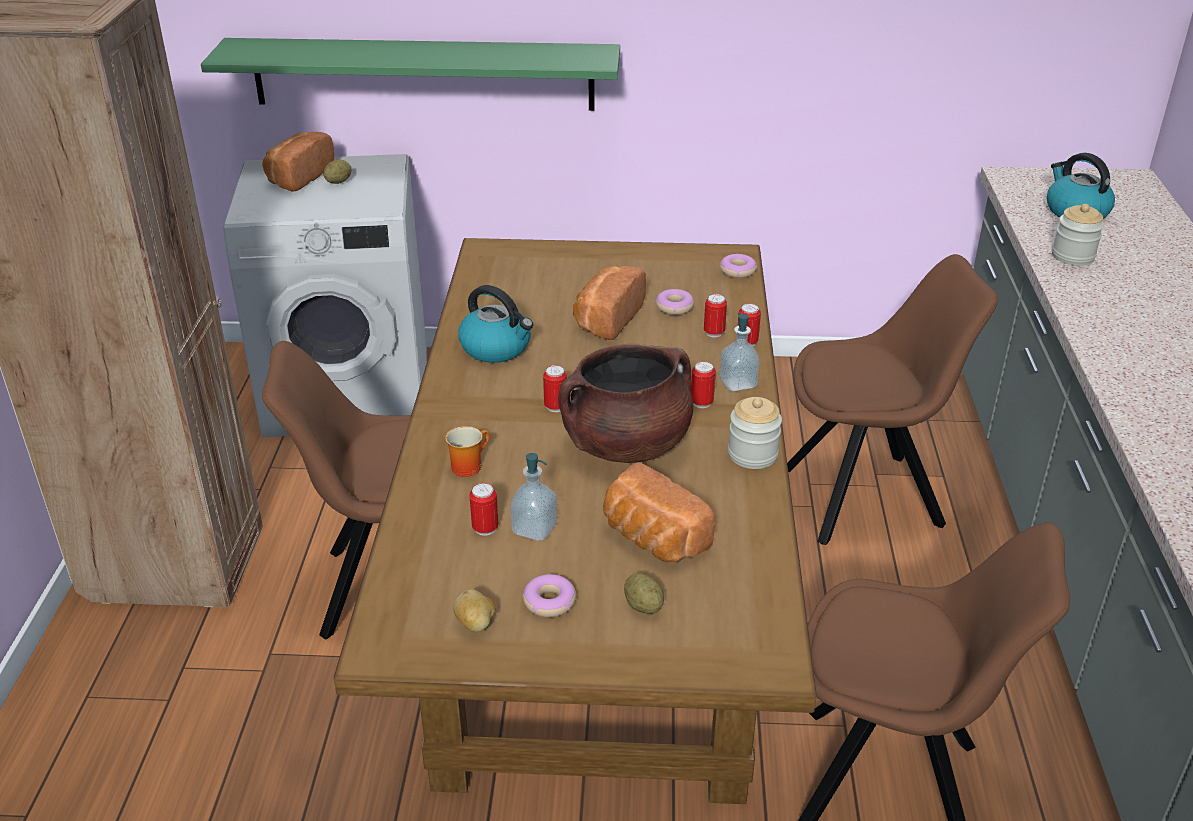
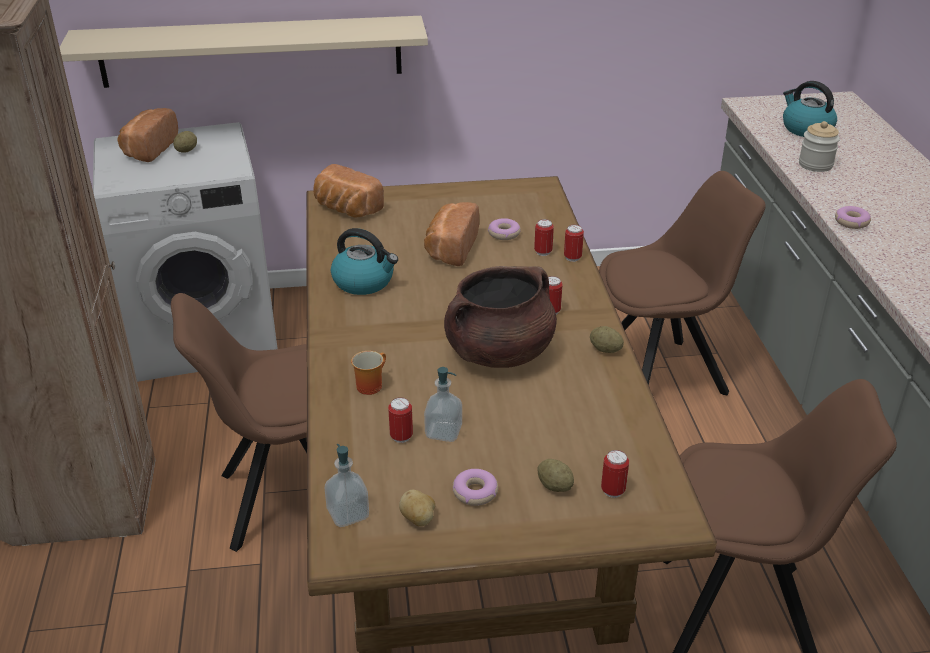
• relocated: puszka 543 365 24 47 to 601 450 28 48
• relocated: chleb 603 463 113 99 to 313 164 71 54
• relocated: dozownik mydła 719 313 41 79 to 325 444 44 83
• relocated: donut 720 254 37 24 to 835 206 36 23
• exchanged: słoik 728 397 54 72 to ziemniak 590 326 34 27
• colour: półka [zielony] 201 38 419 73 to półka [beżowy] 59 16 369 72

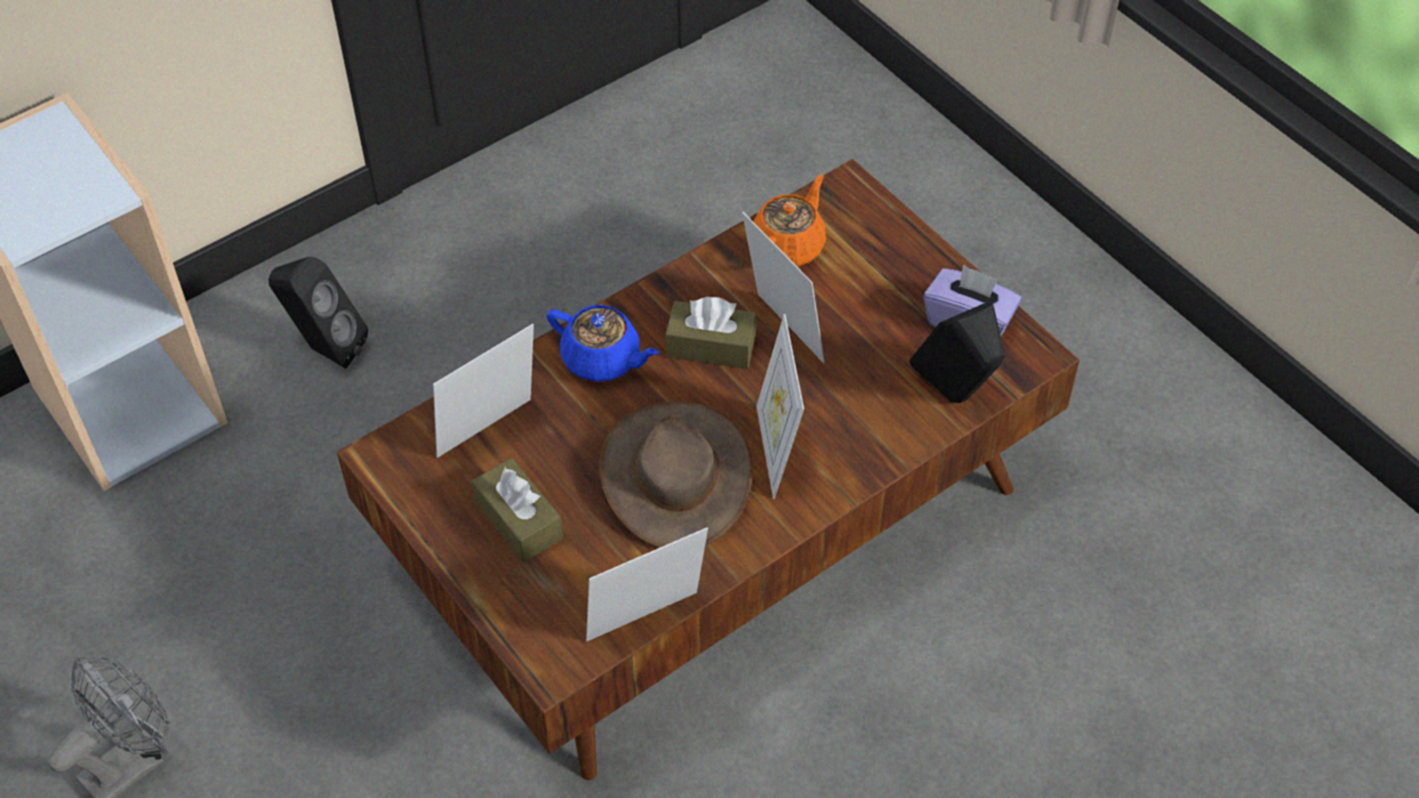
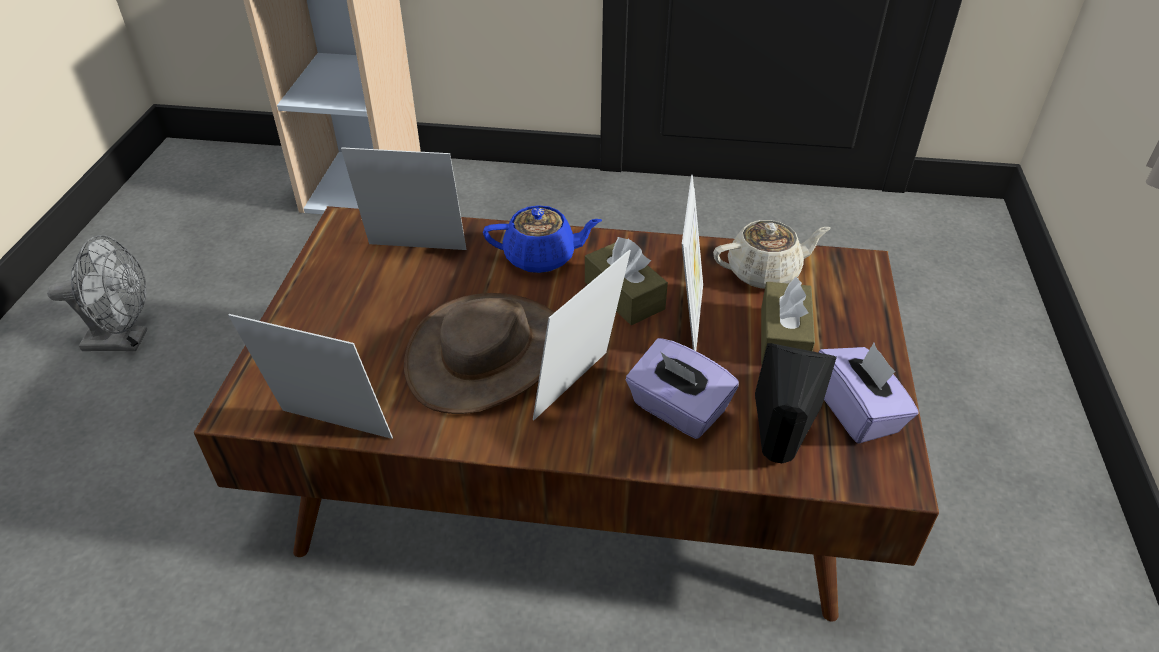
• missing: głośnik [czarny] 268 257 100 111
• appeared: pudełko chusteczek [fioletowy] 626 338 113 101
• relocated: pudełko chusteczek [brązowy] 472 458 91 104 to 761 277 54 87
• colour: imbryk [pomarańczowy] 753 174 73 92 to imbryk [beżowy] 713 220 118 69
• spun: imbryk [niebieski] 546 305 113 77 = 483 205 119 68 75 degrees counterclockwise

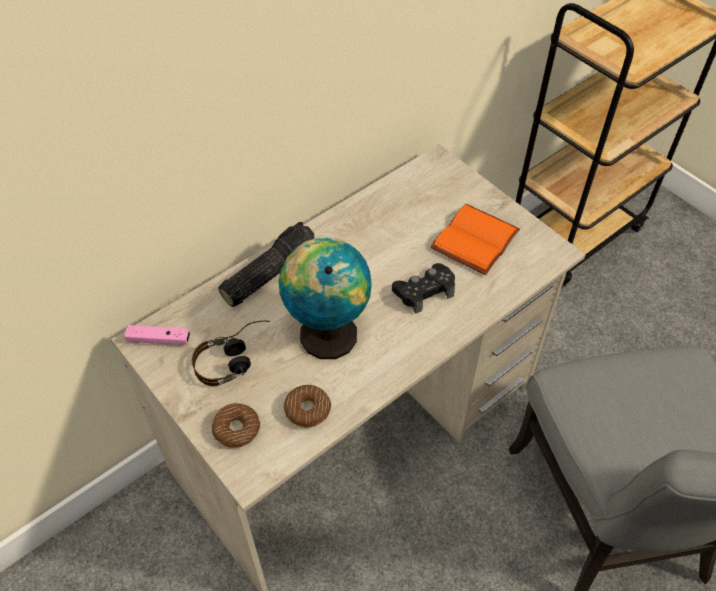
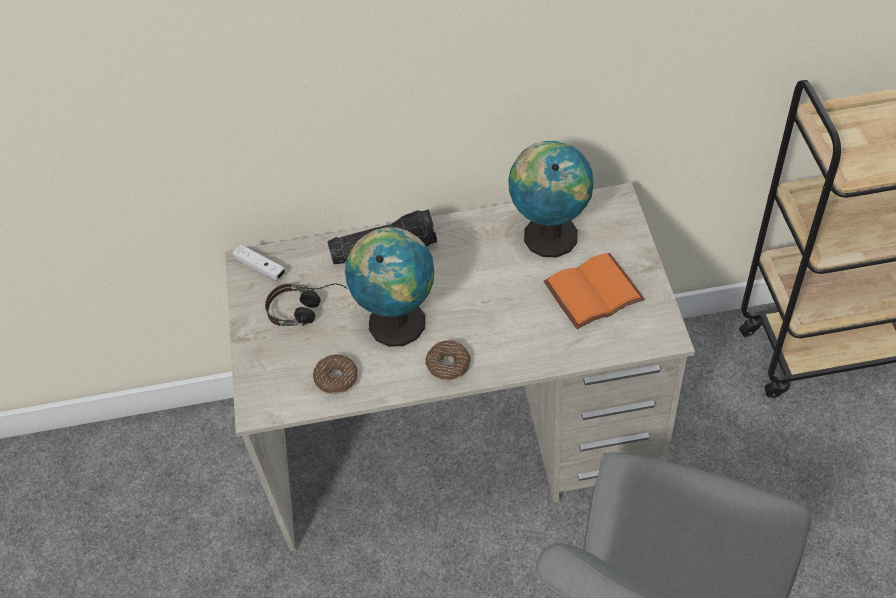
• missing: pad do gier [czarny] 392 263 63 51
• appeared: globus 508 141 86 116
• relocated: donut 212 403 48 45 to 425 340 45 40
• colour: pad do gier [różowy] 124 325 66 20 to pad do gier [biały] 232 244 53 37

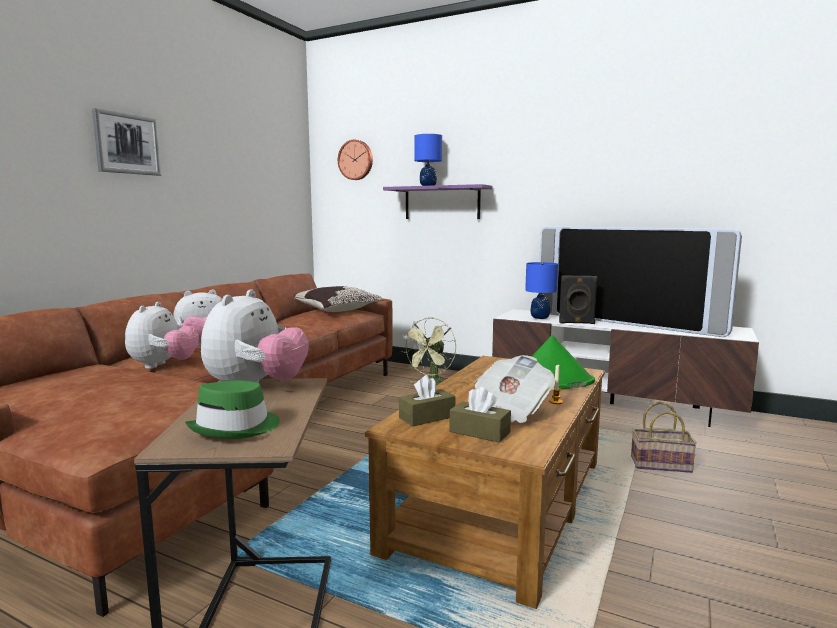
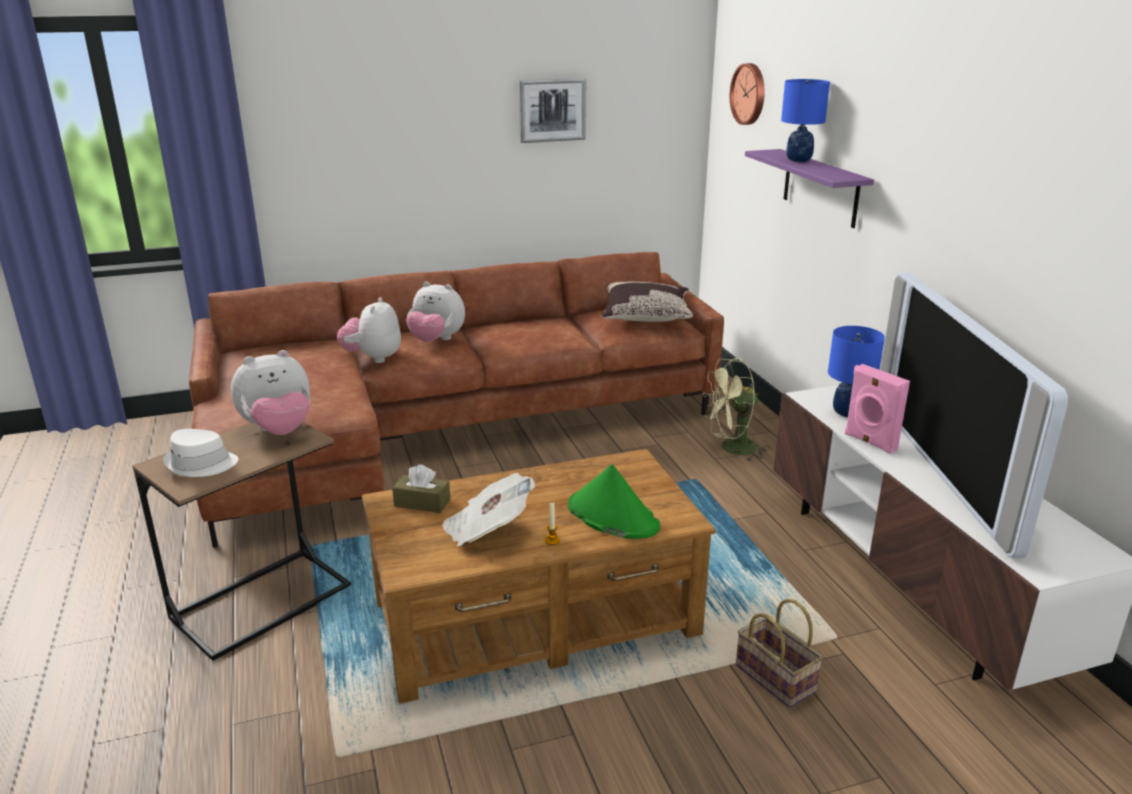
• missing: pudełko chusteczek [brązowy] 450 387 61 56
• relocated: obraz 92 108 69 68 to 519 78 67 65
• colour: kapelusz [zielony] 185 380 95 59 to kapelusz [biały] 163 429 75 48
• colour: głośnik [czarny] 559 275 39 49 to głośnik [różowy] 845 364 65 90
• spun: pluszak 125 302 74 67 = 337 297 64 66 135 degrees clockwise

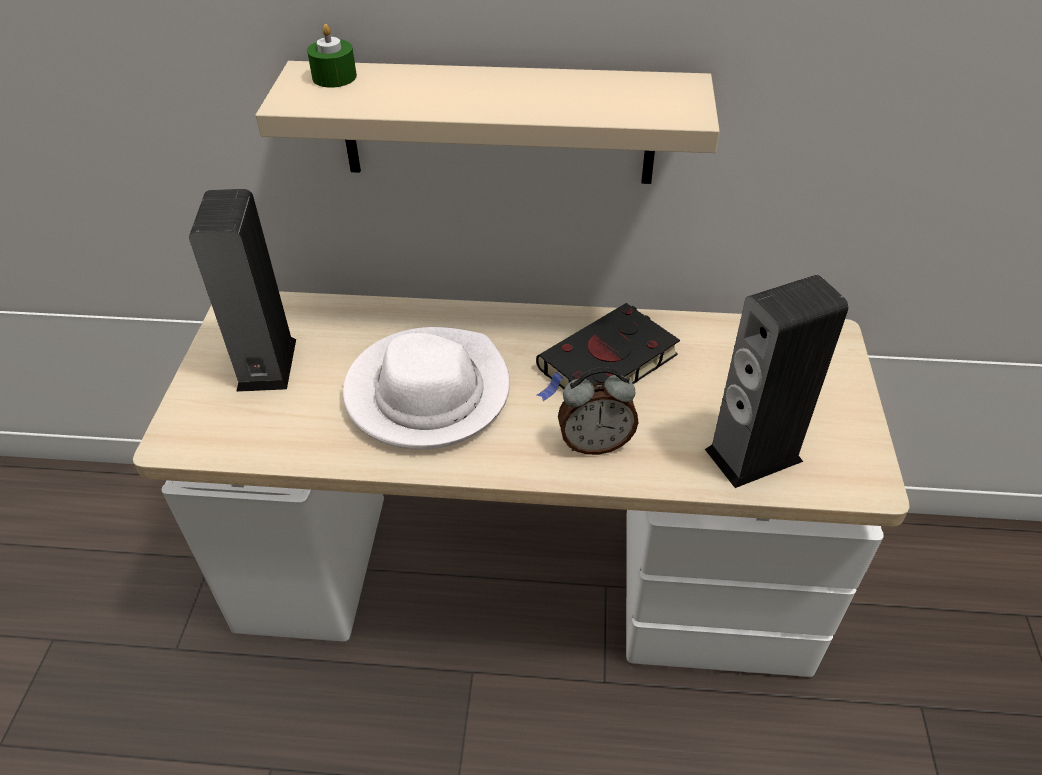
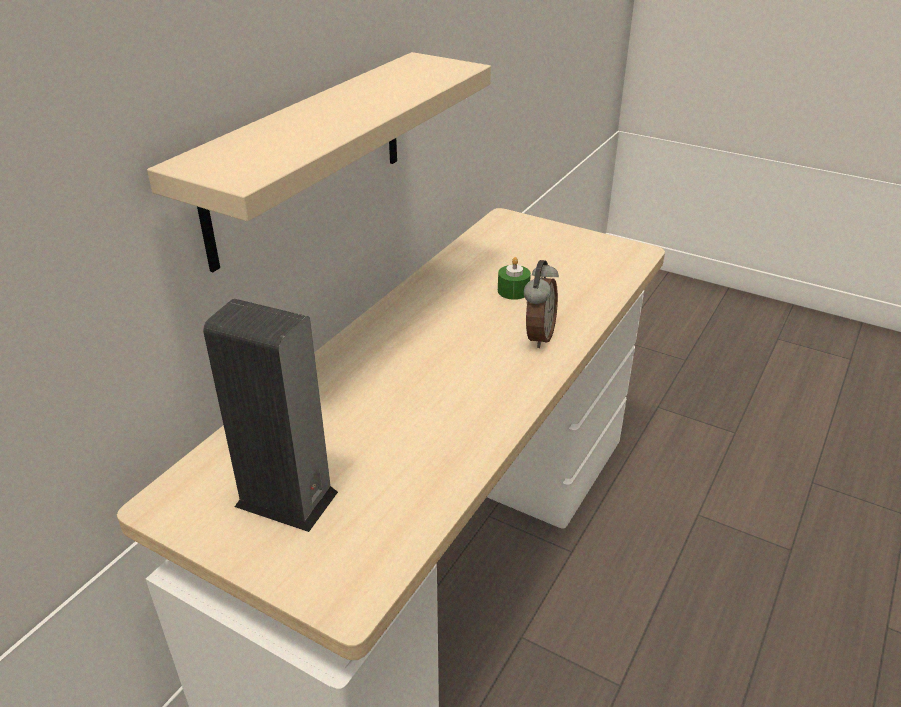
• missing: kapelusz [biały] 343 327 167 123
• missing: książka [czarny] 536 303 144 98
• missing: głośnik 705 275 143 213
• relocated: świeca [zielony] 307 24 50 64 to 498 257 33 43

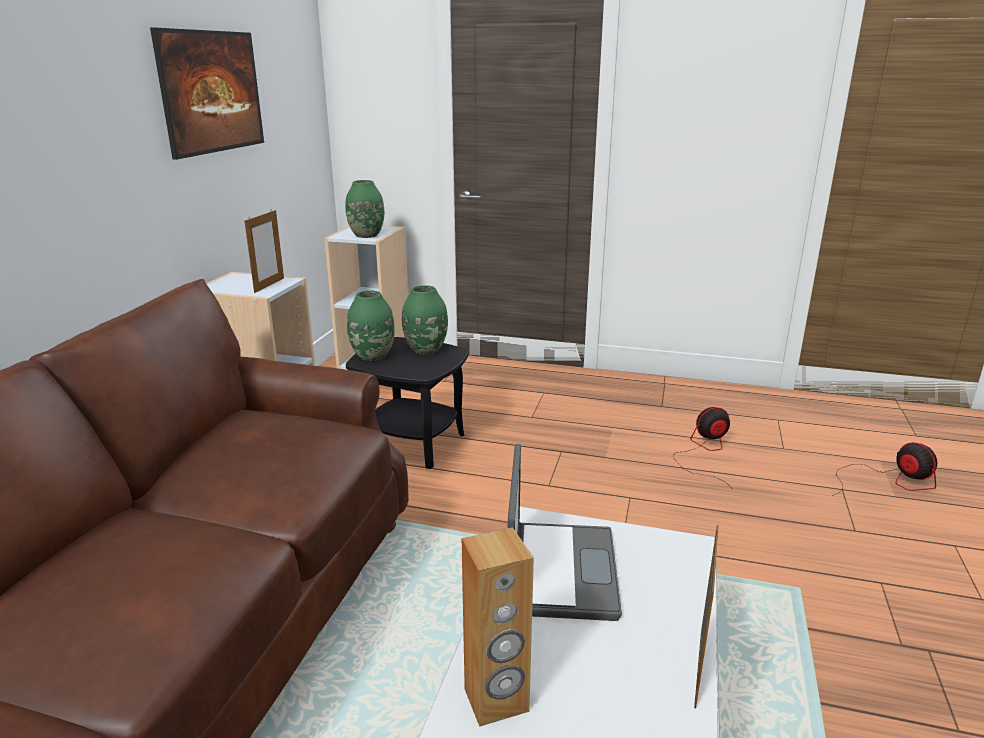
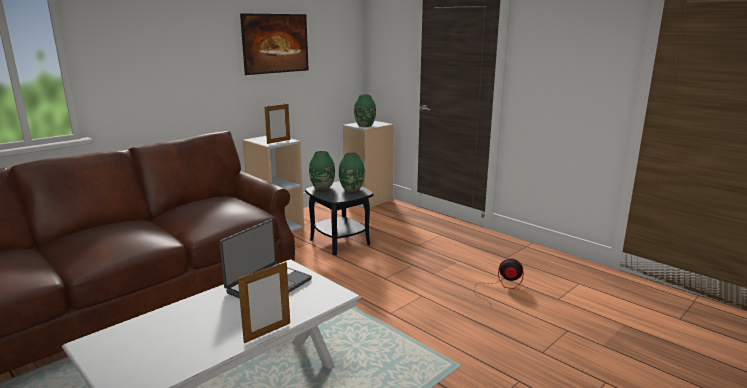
• missing: głośnik [brązowy] 462 527 72 200
• missing: wentylator 832 442 105 54

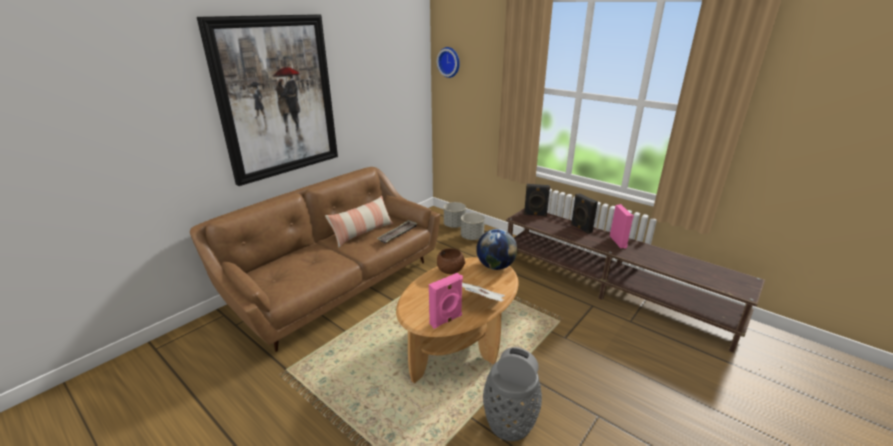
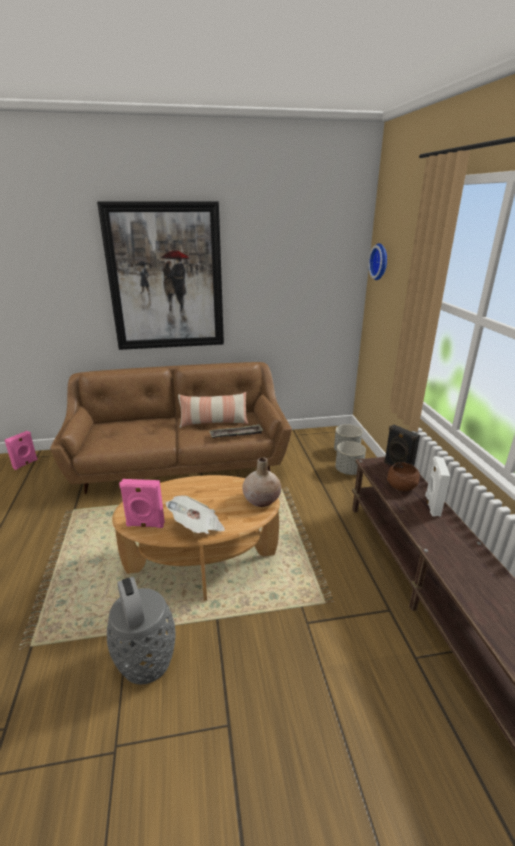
• relocated: miska [brązowy] 437 248 28 26 to 387 462 33 29
• relocated: głośnik [różowy] 610 204 24 44 to 5 431 33 39
• exchanged: globus 476 229 41 41 to wazon [beżowy] 242 458 39 49
• colour: głośnik [czarny] 571 193 27 41 to głośnik [biały] 425 456 25 61

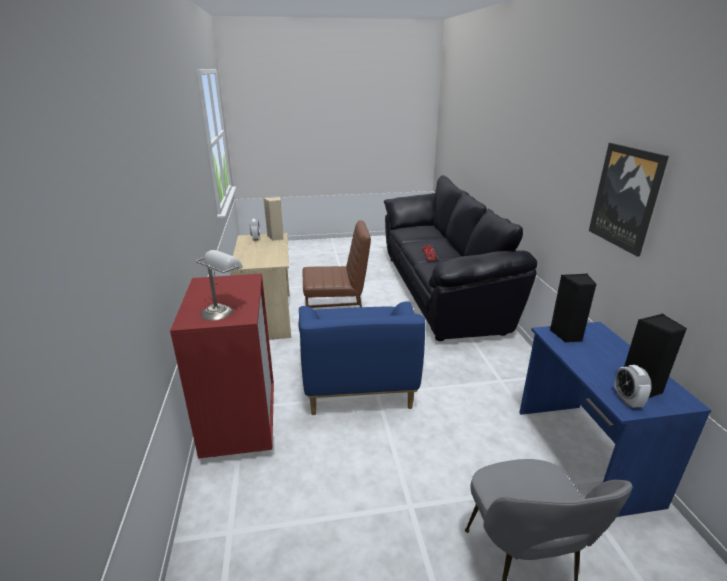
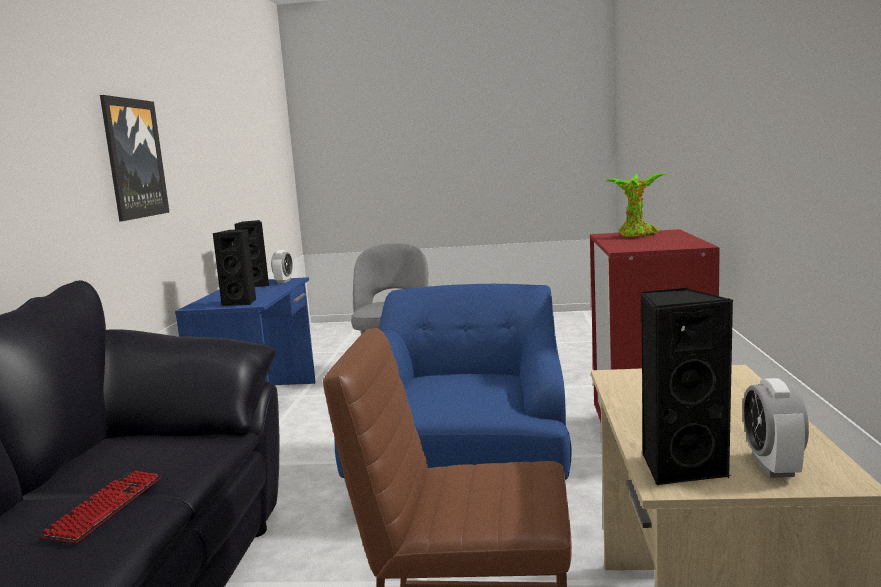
• exchanged: lampa stołowa [biały] 196 250 47 70 to roślina doniczkowa 604 173 62 64
• colour: głośnik [beżowy] 263 196 21 45 to głośnik [czarny] 641 288 92 197

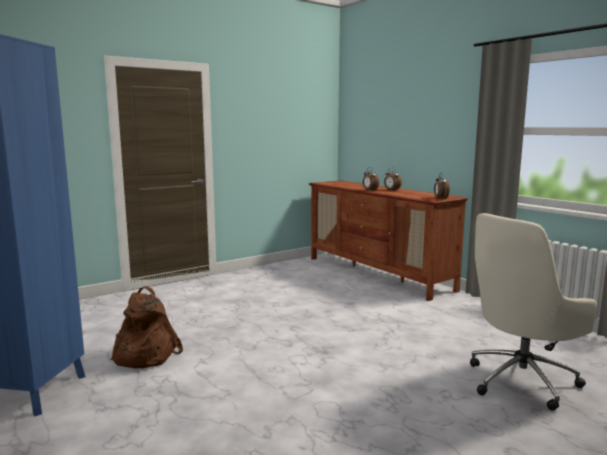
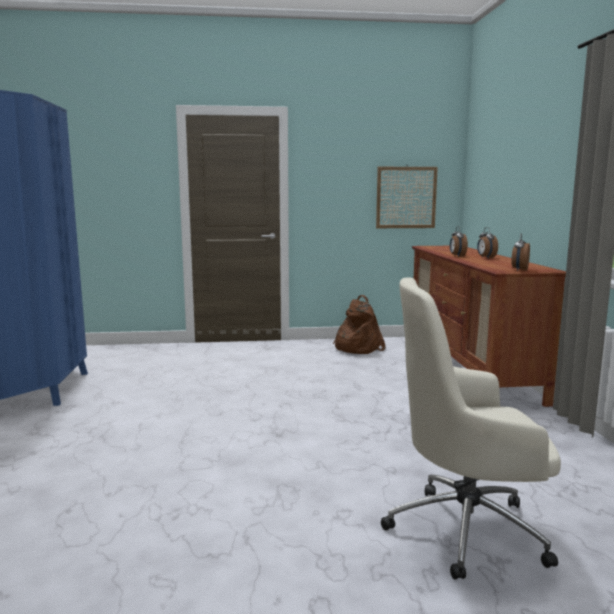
• appeared: obraz 376 165 62 63
• relocated: plecak [brązowy] 111 286 72 82 to 333 295 53 59

